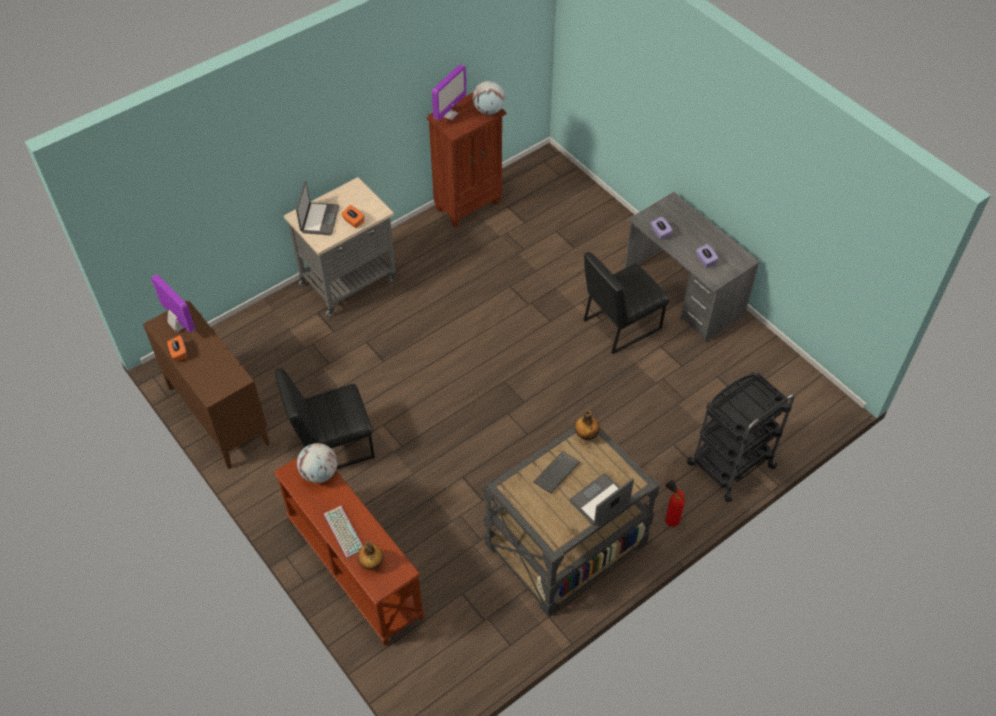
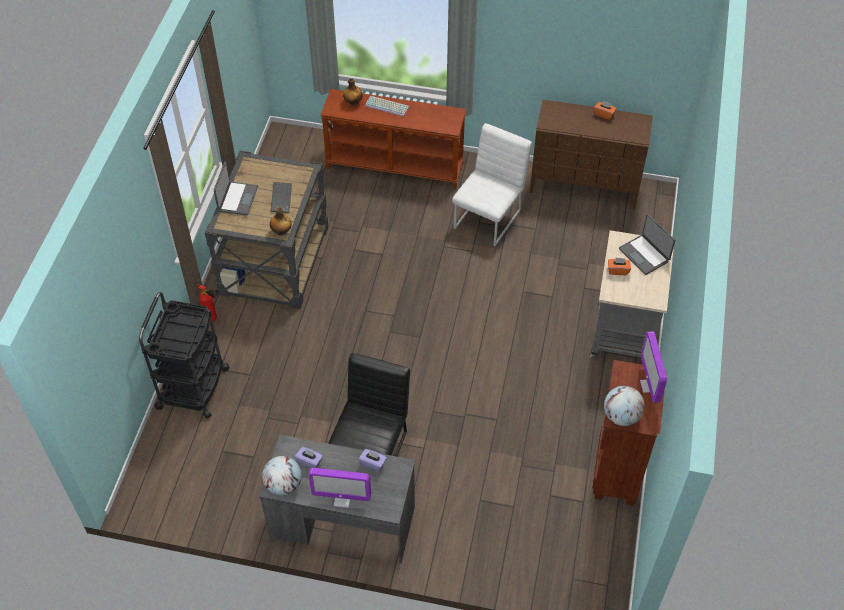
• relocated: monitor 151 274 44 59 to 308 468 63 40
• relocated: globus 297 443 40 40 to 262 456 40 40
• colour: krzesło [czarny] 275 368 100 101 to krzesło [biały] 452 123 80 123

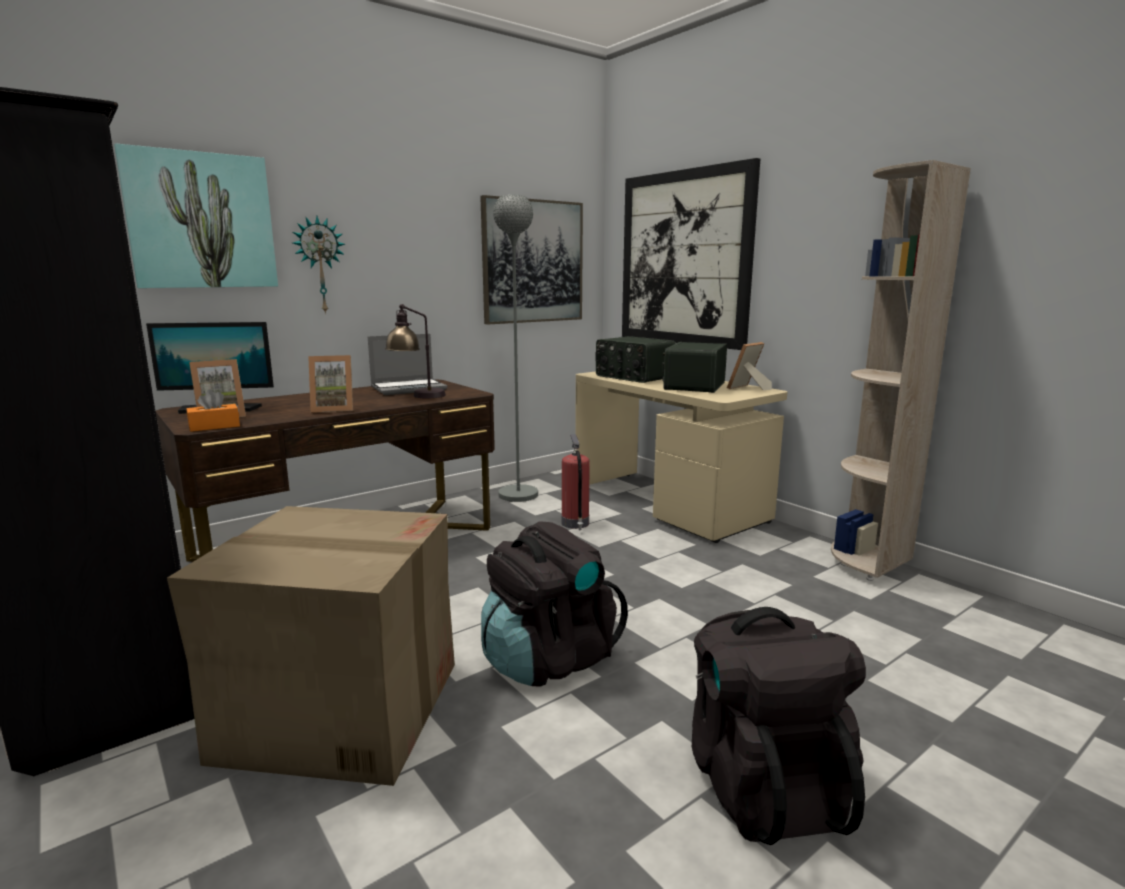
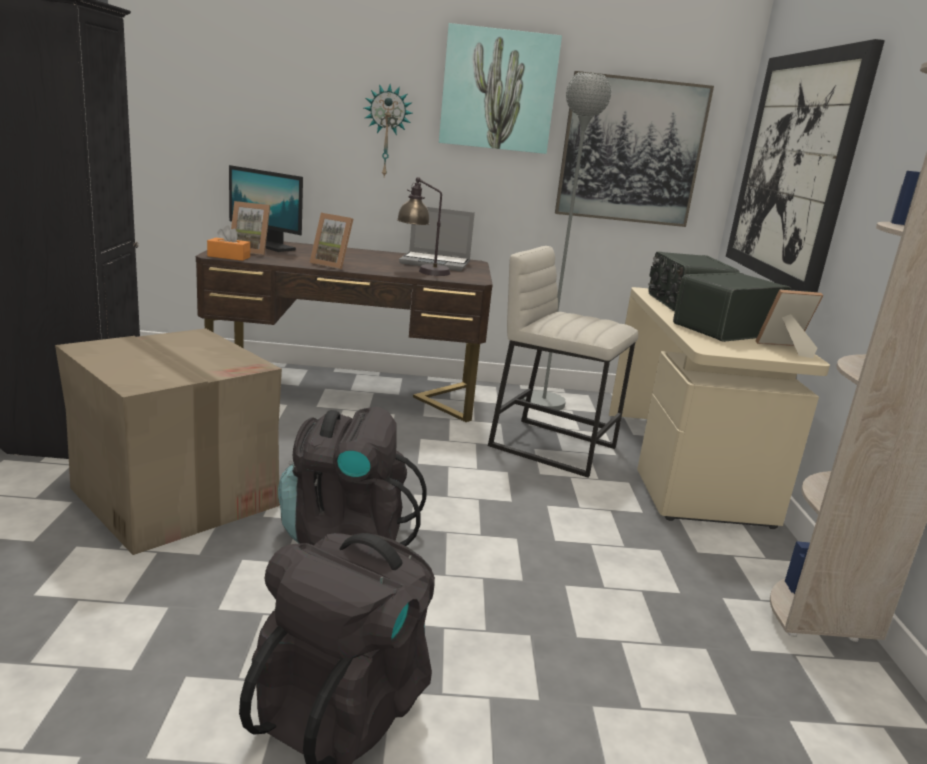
• relocated: obraz 114 143 164 145 to 439 23 123 131
• exchanged: gaśnica 561 434 29 96 to stołek [beżowy] 488 246 150 231

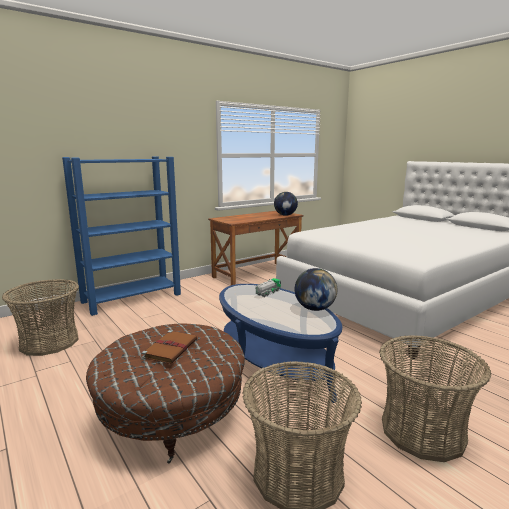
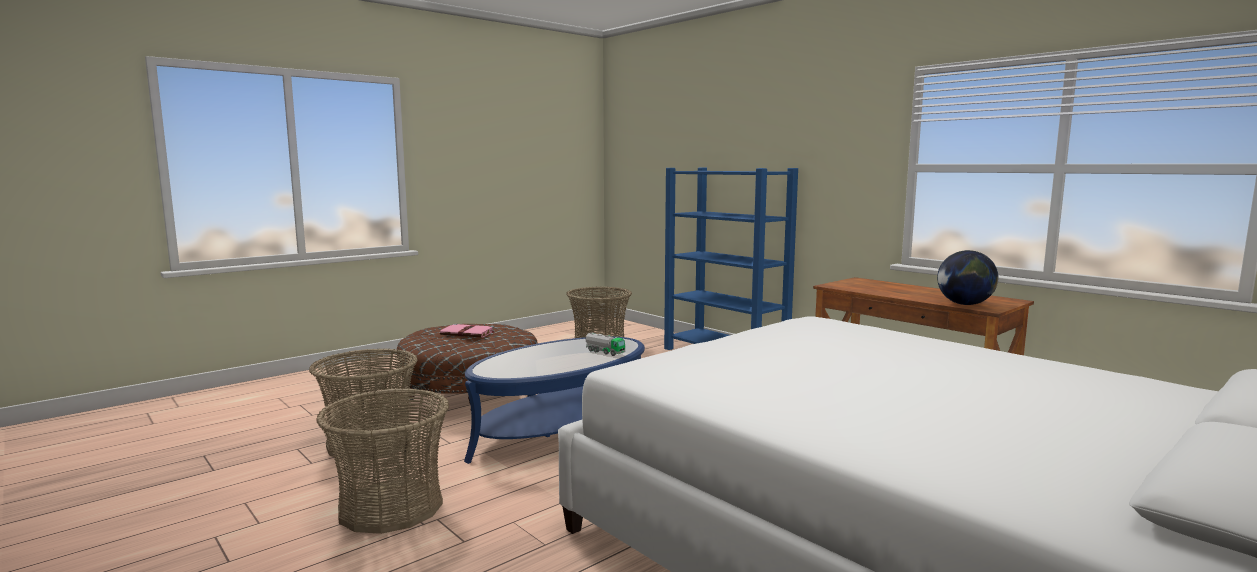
• missing: globus 295 268 42 43
• colour: książka [brązowy] 142 330 55 34 to książka [różowy] 440 324 55 14

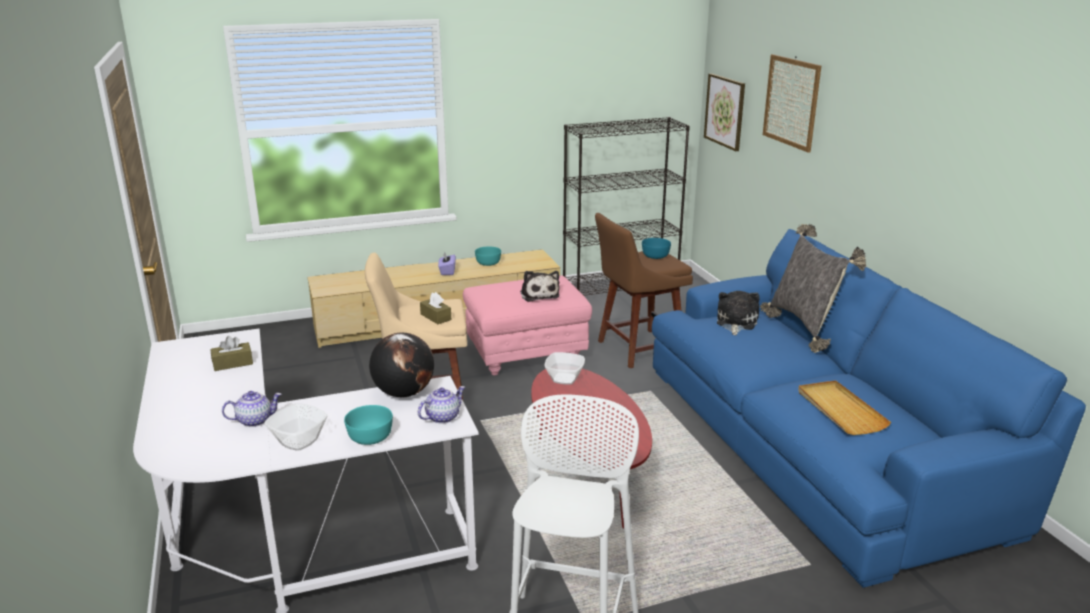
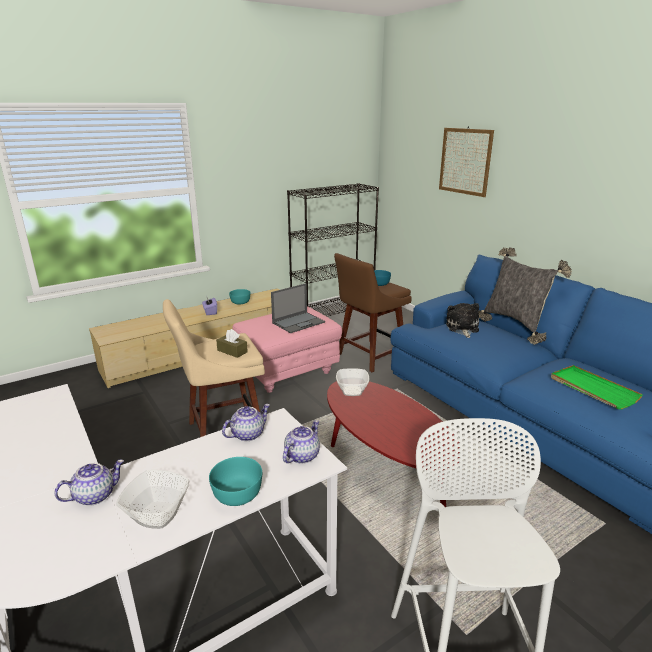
• missing: pudełko chusteczek [brązowy] 210 336 43 35
• missing: obraz 704 73 41 78
• exchanged: globus 369 333 65 64 to imbryk 222 404 48 37
• exchanged: pluszak 520 271 40 31 to laptop 271 283 54 50
• colour: taca [beżowy] 798 380 93 55 to taca [zielony] 551 365 92 45

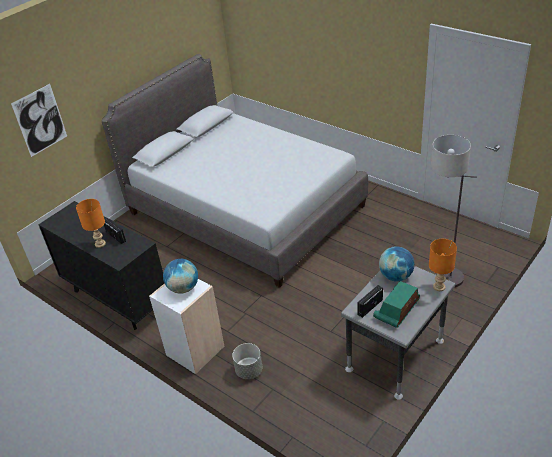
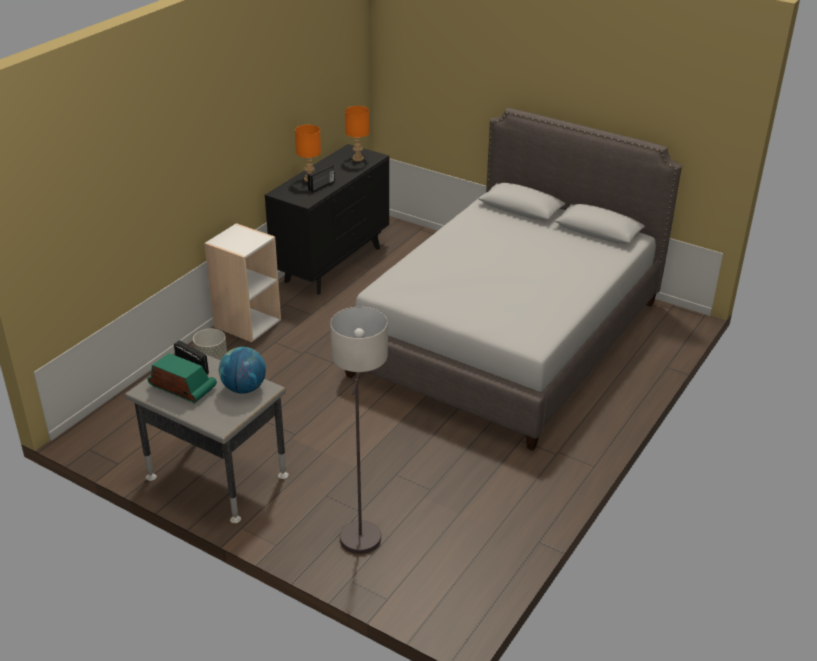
• missing: obraz 11 84 56 73
• missing: globus 163 259 35 35
• relocated: lampa stołowa [pomarańczowy] 429 239 28 52 to 345 106 25 55

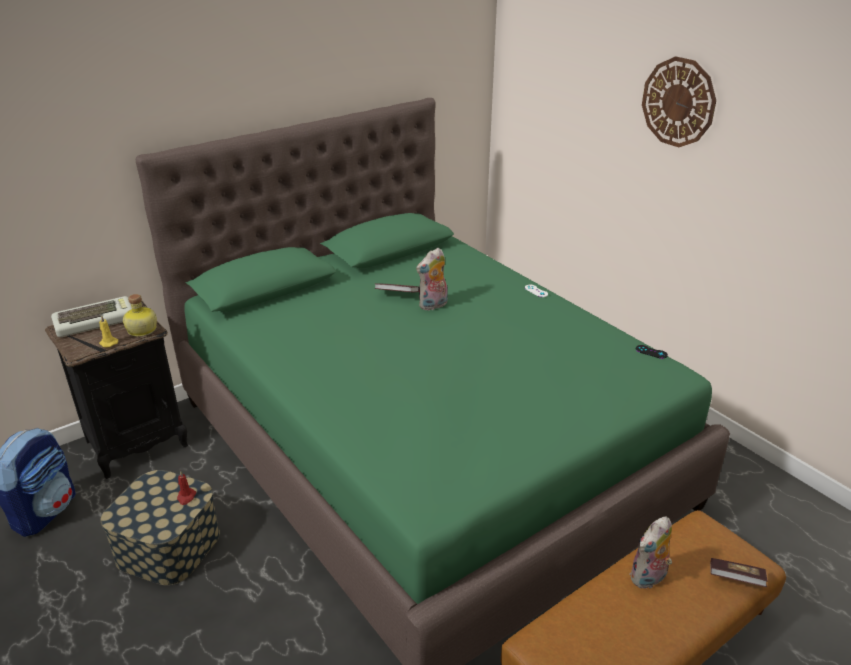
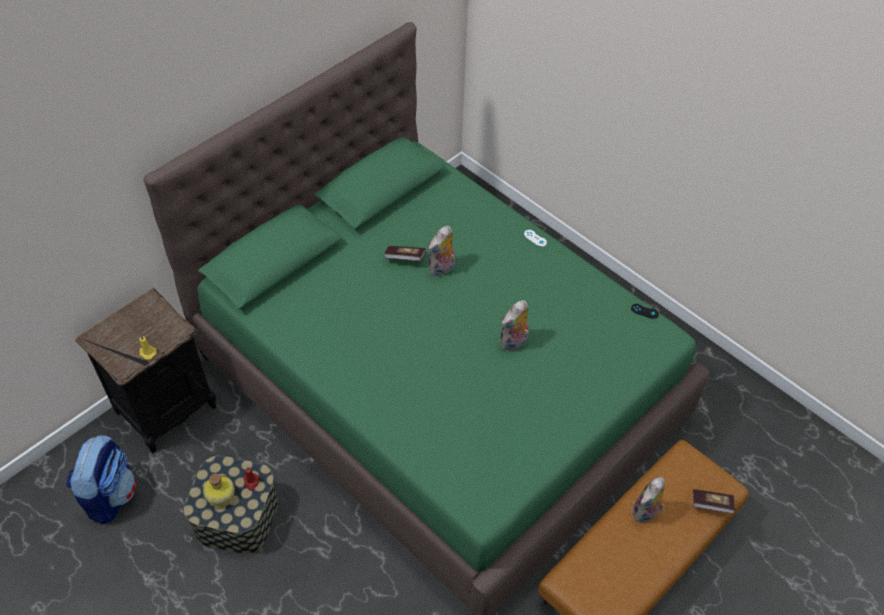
• missing: klawiatura 51 296 81 41
• missing: zegar ścienny 642 56 74 91
• appeared: pluszak 500 300 29 52
• relocated: butelka 123 294 34 43 to 203 474 32 34

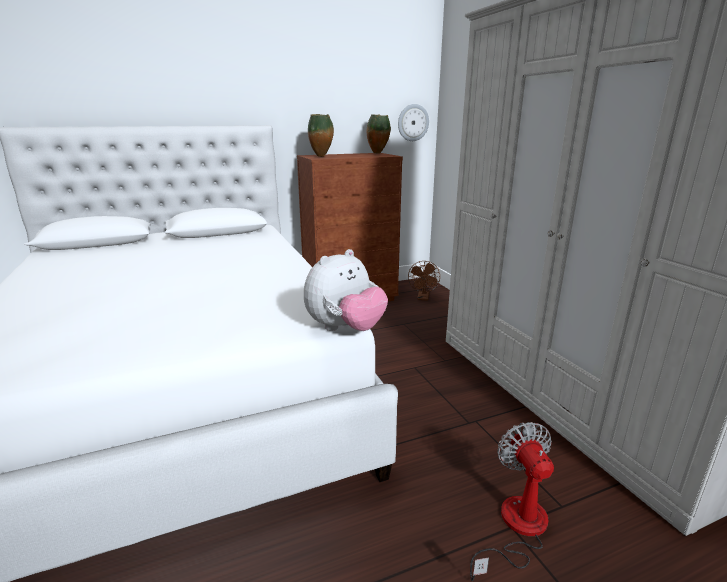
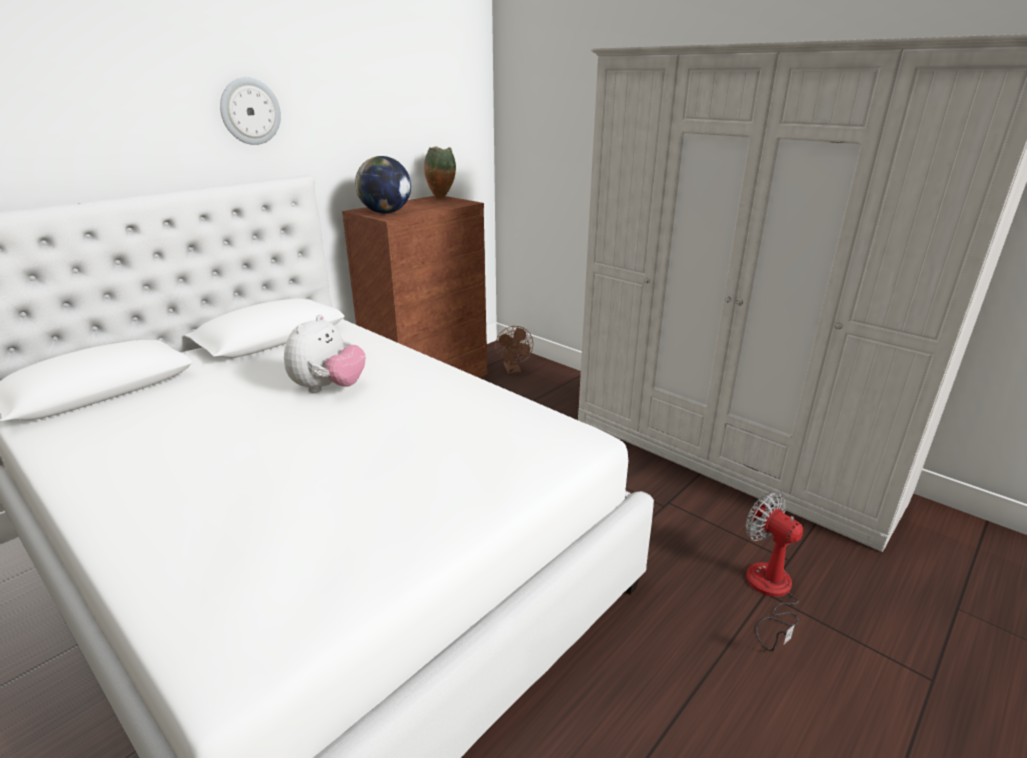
• relocated: pluszak 304 249 84 82 to 284 314 82 79
• relocated: zegar ścienny 398 104 31 37 to 220 77 61 68
• exchanged: wazon 308 114 26 43 to globus 355 156 56 57

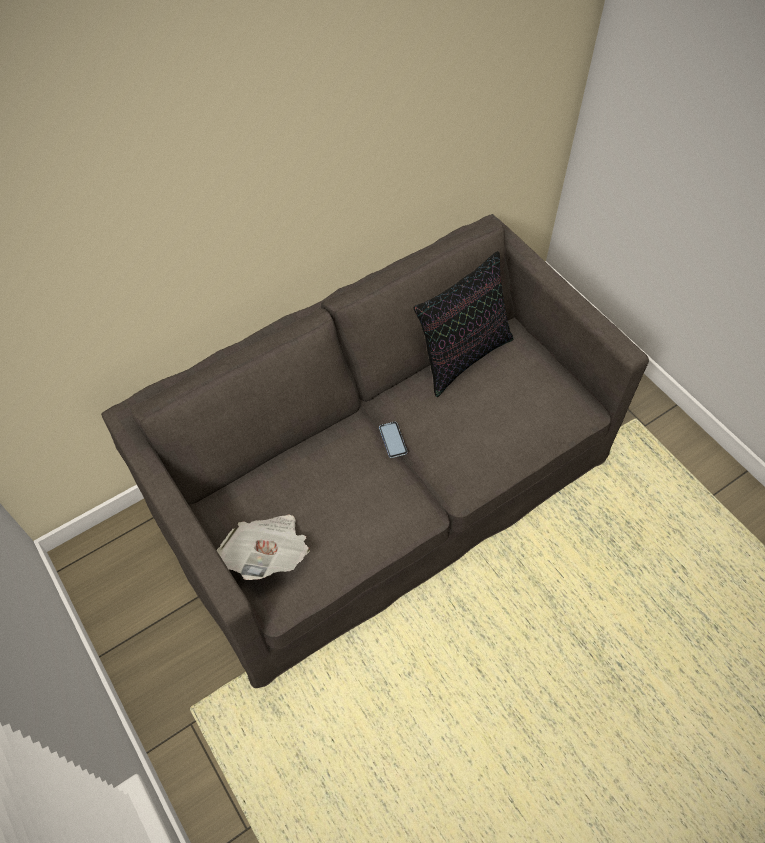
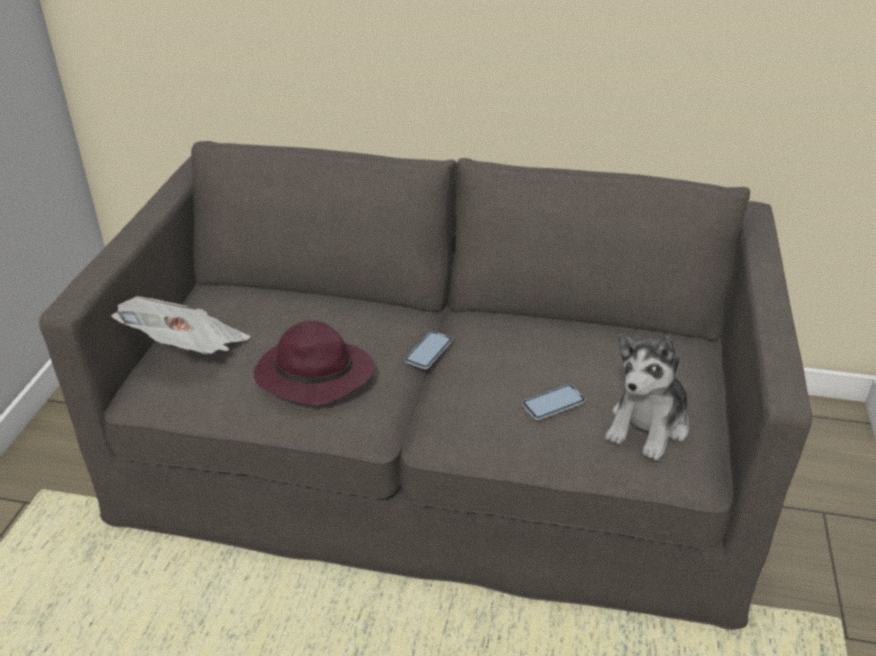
• missing: poduszka [czarny] 414 251 100 146
• appeared: kapelusz [fioletowy] 254 321 120 85
• appeared: telefon 522 384 64 36
• appeared: pluszak 605 334 84 127

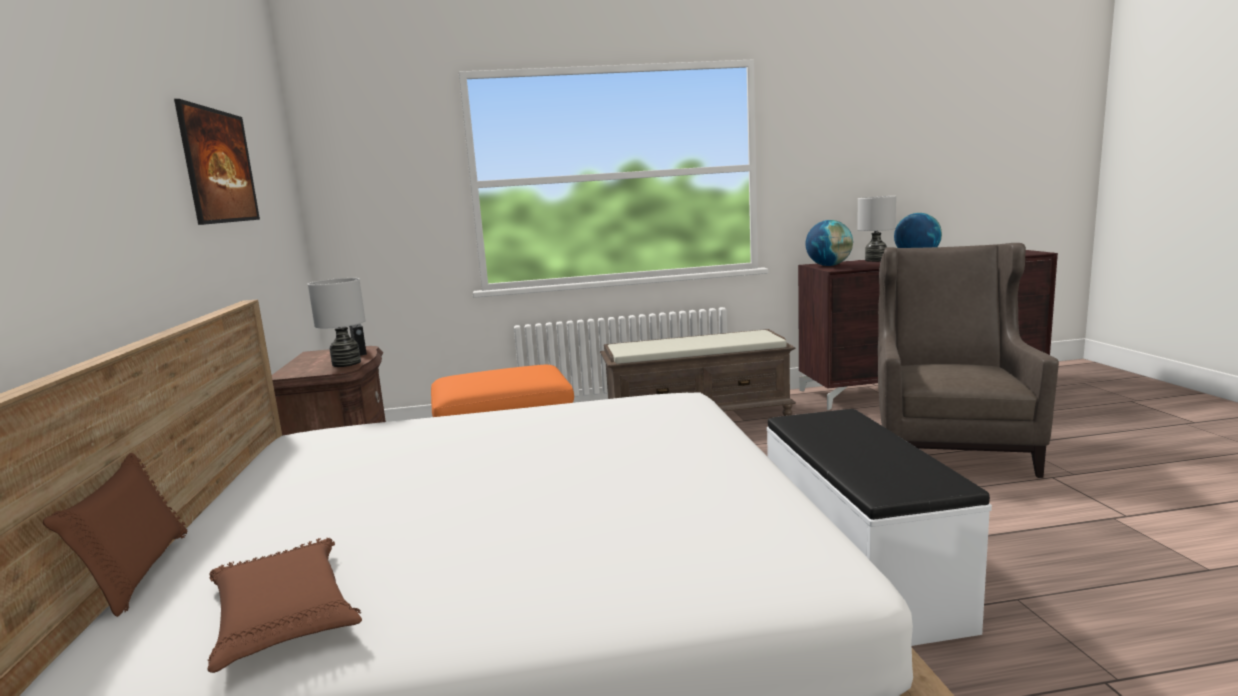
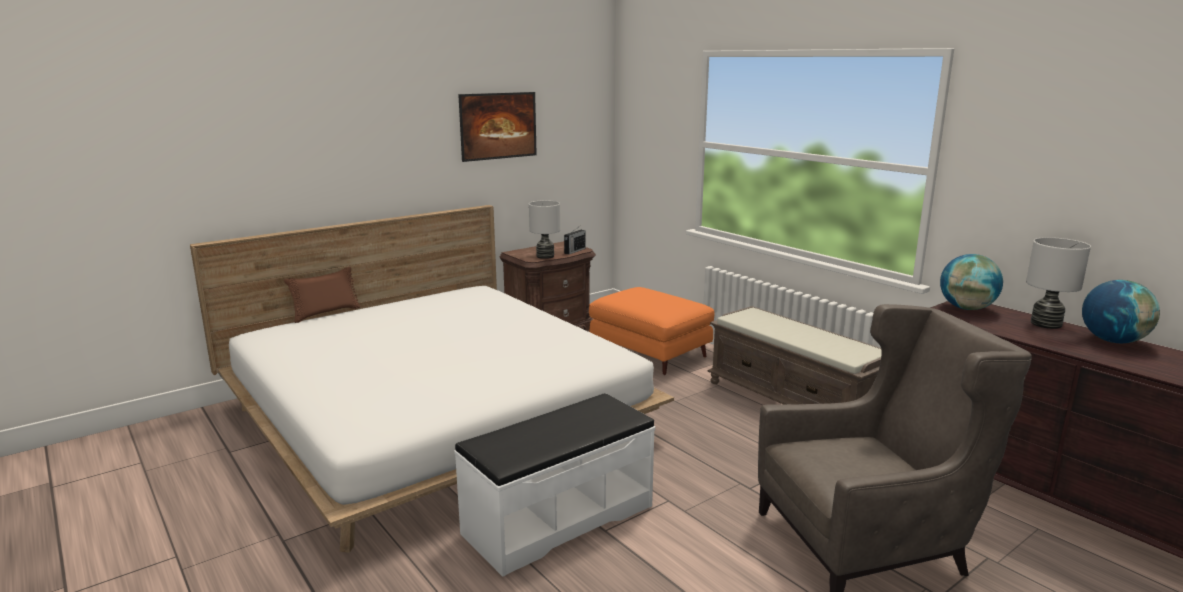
• missing: poduszka [brązowy] 208 538 154 135

